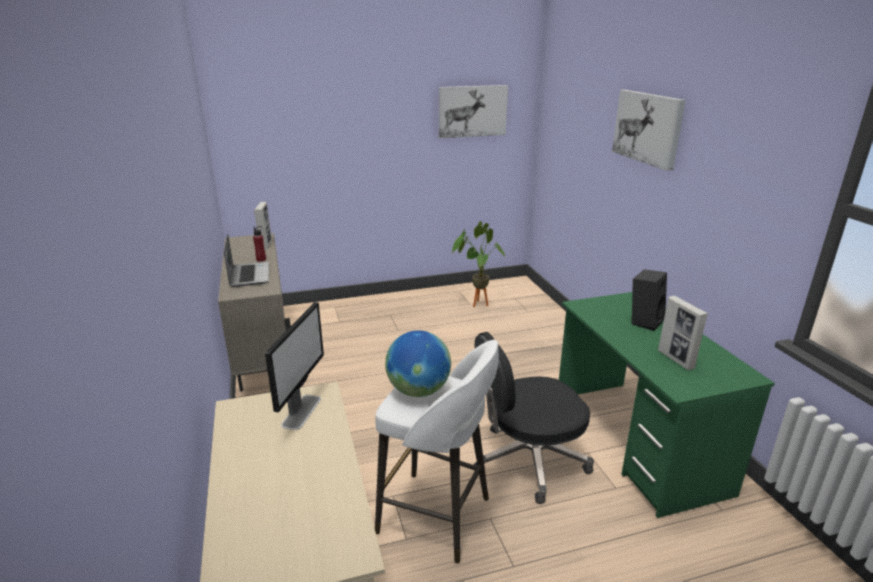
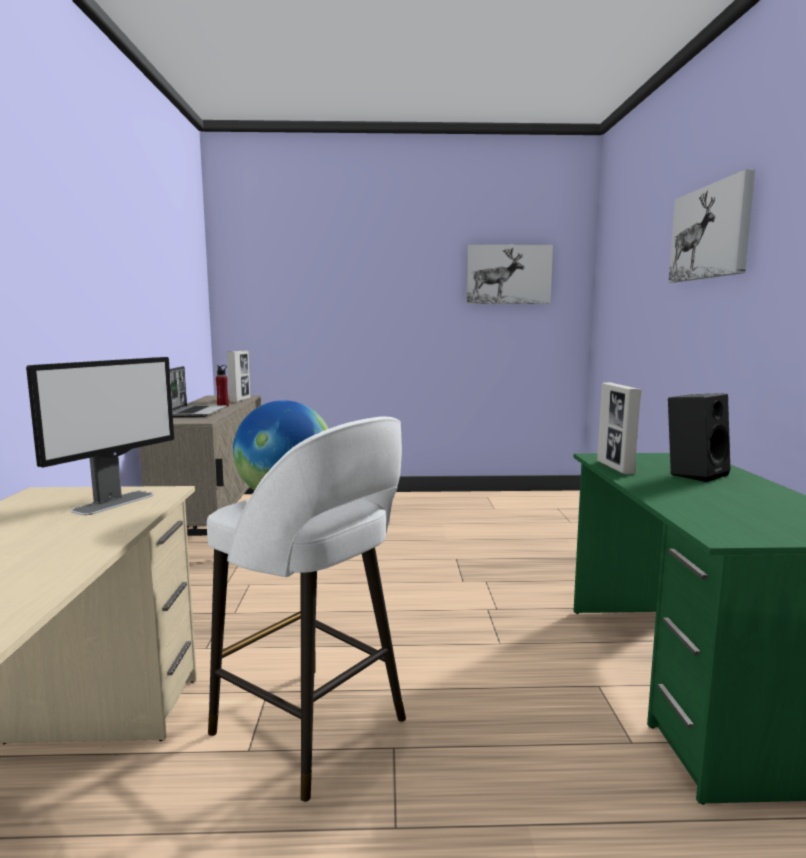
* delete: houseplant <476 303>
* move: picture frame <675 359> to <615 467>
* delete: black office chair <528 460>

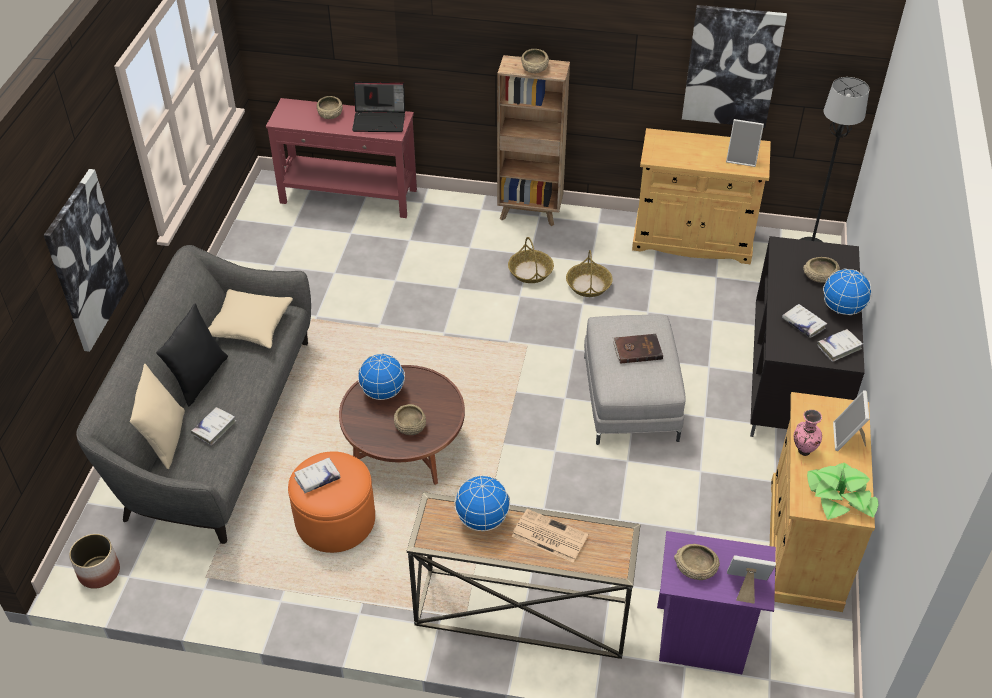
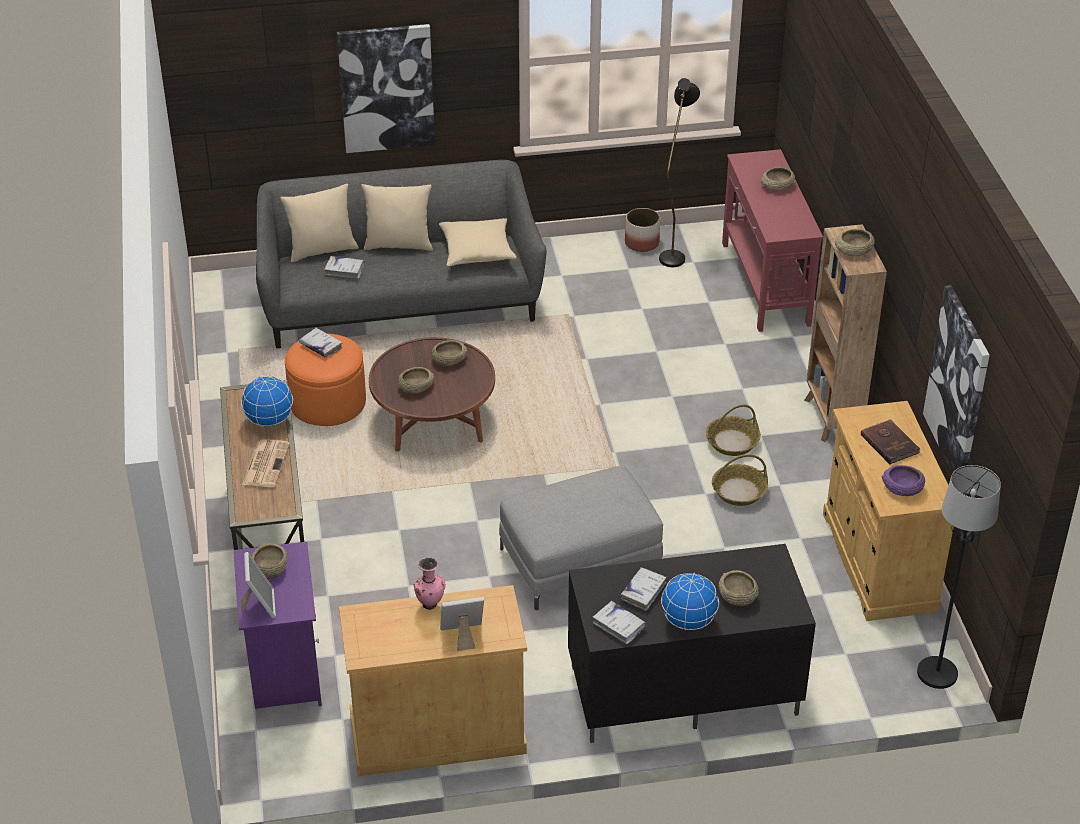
* delete: notebook computer <380 120>
* replace: picture frame <742 158> to purple-coloured serving bowl <902 488>
* recolor: black throw pillow <199 378> to sand-coloured throw pillow <398 244>
* move: brownish volume <637 349> to <890 443>
* replace: world globe <383 392> to sand-coloured serving bowl <449 359>
* delete: houseplant <840 497>
* move: planter <99 571> to <642 243>
* insert: black floor lamp <673 253>

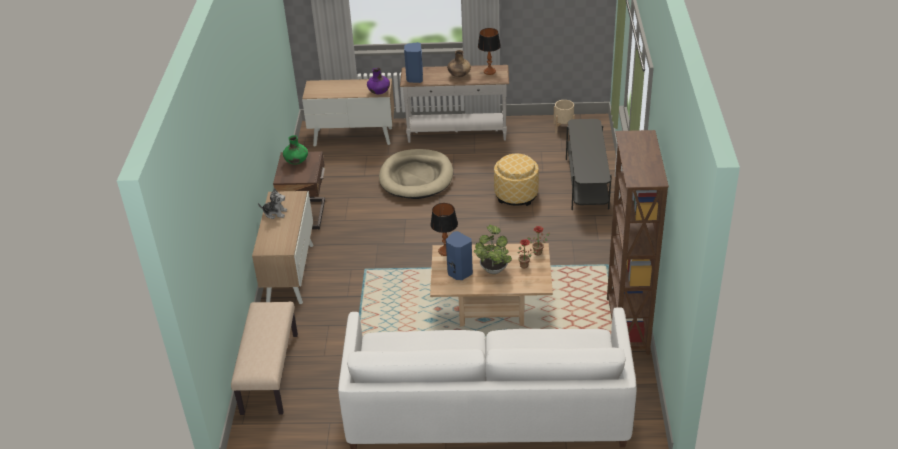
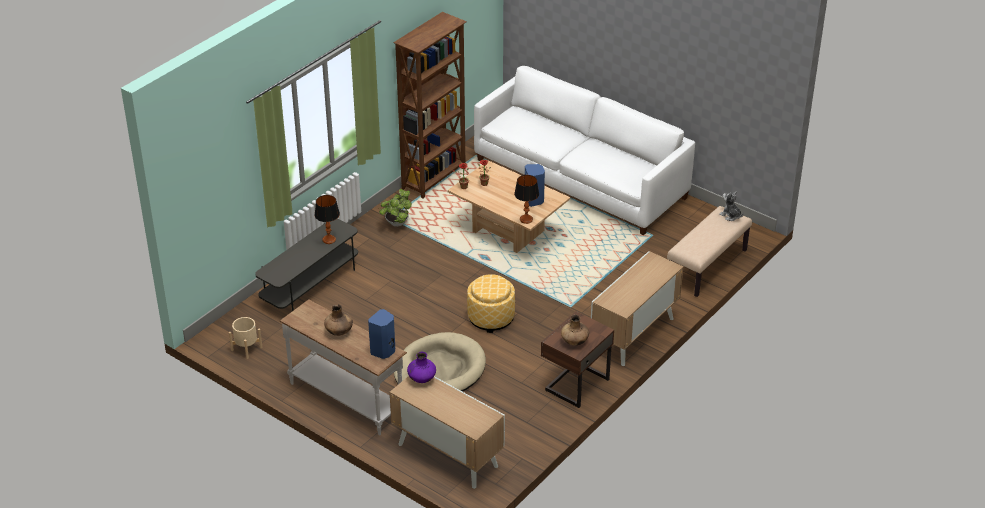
* move: tabletop lamp <489 71> to <329 240>
* recolor: green-coloured vase <296 162> to brownish vase <574 341>
* move: pouffe <516 194> to <491 318>
* move: soft toy <275 213> to <730 216>
* move: houseplant <493 268> to <396 224>

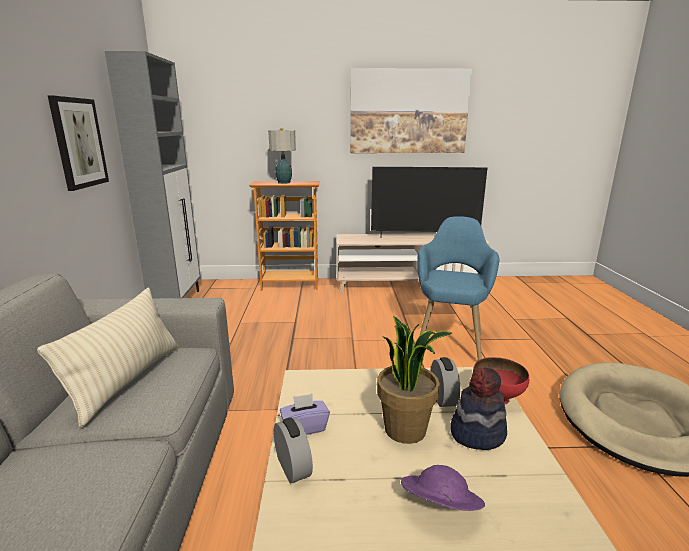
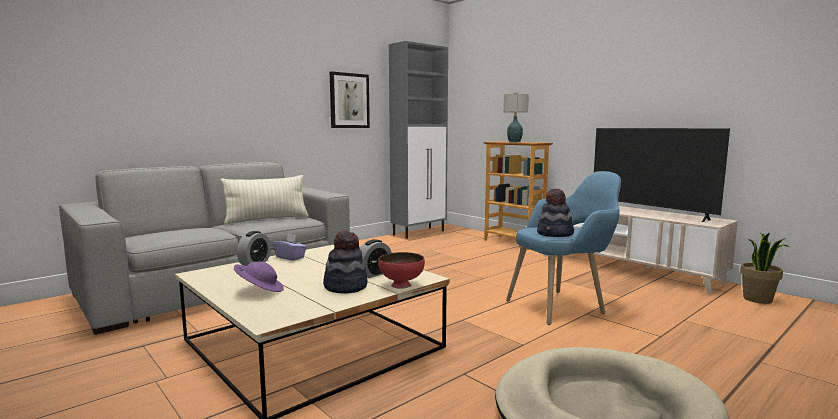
* delete: picture <408 112>
* move: houseplant <406 429> to <758 299>
* insert: hat <555 234>

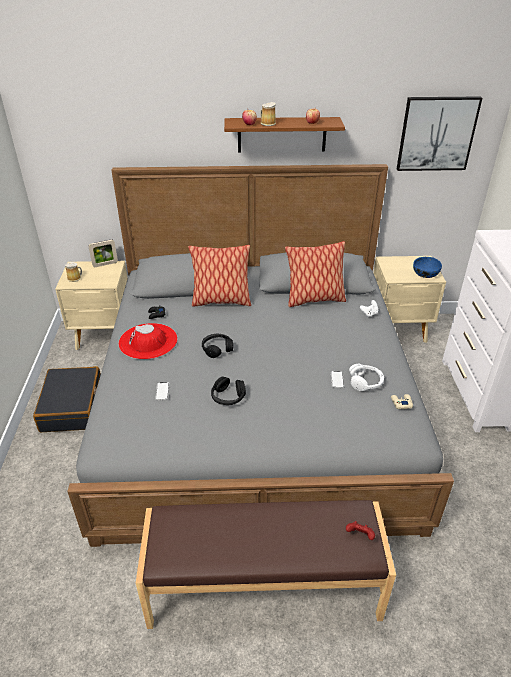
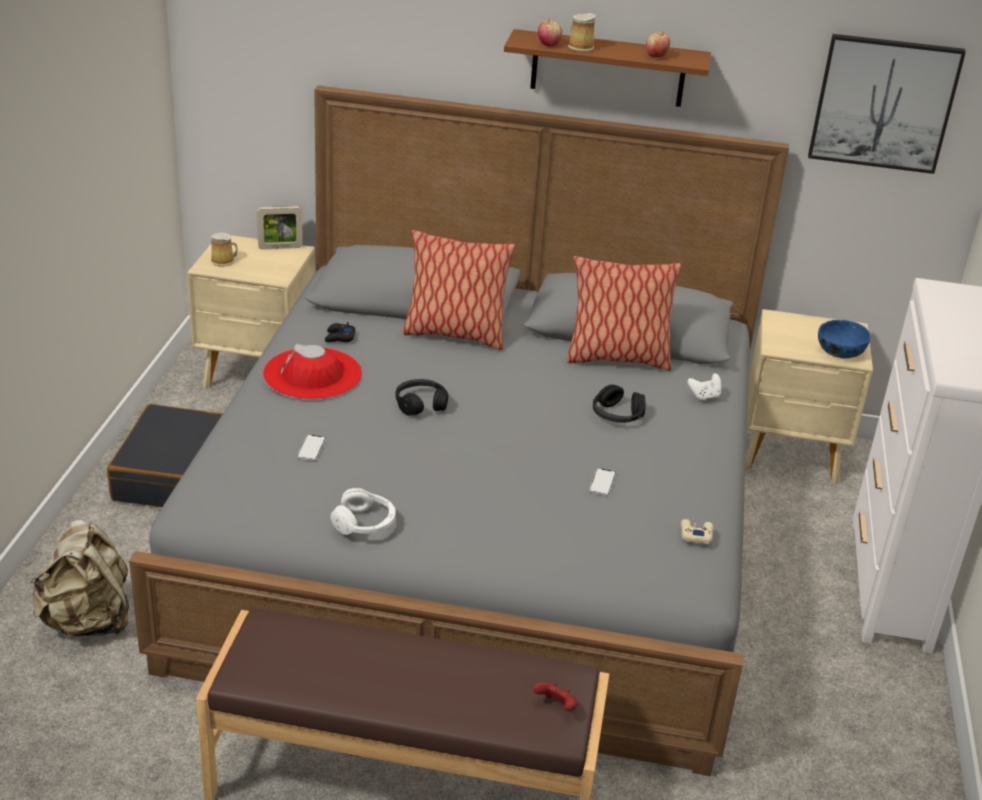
* move: white-coloured headphones <365 382> to <364 523>
* move: black headphones <228 397> to <617 415>
* insert: sand-coloured knapsack <88 621>

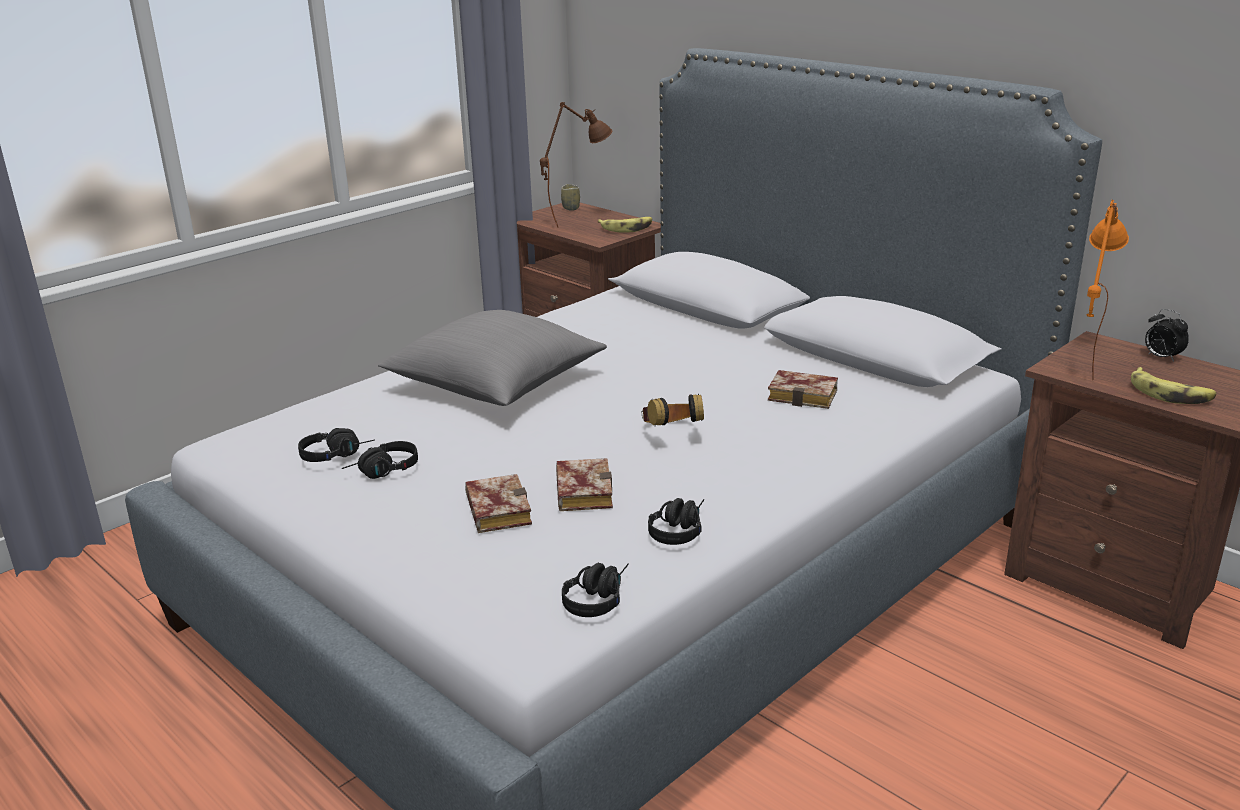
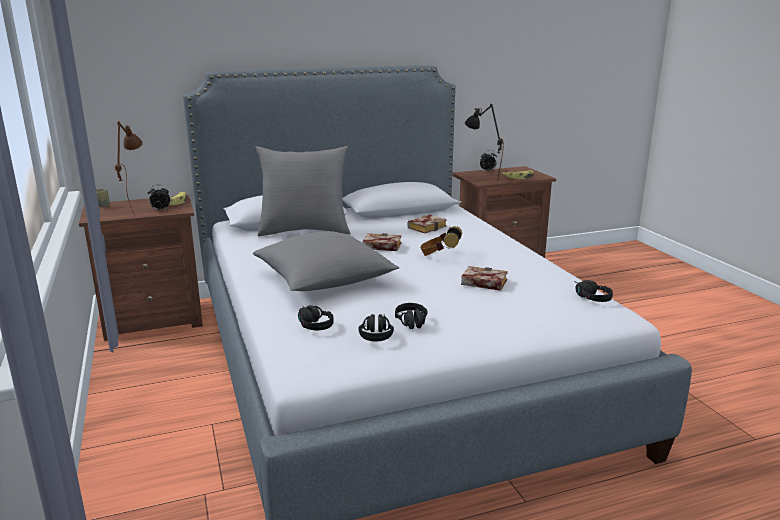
* recolor: orange tabletop lamp <1083 363> to black tabletop lamp <481 179>
* move: volume <495 510> to <380 246>
* move: black headphones <679 529> to <312 324>
* insert: greyish throw pillow <304 231>
* insert: alarm clock <160 210>

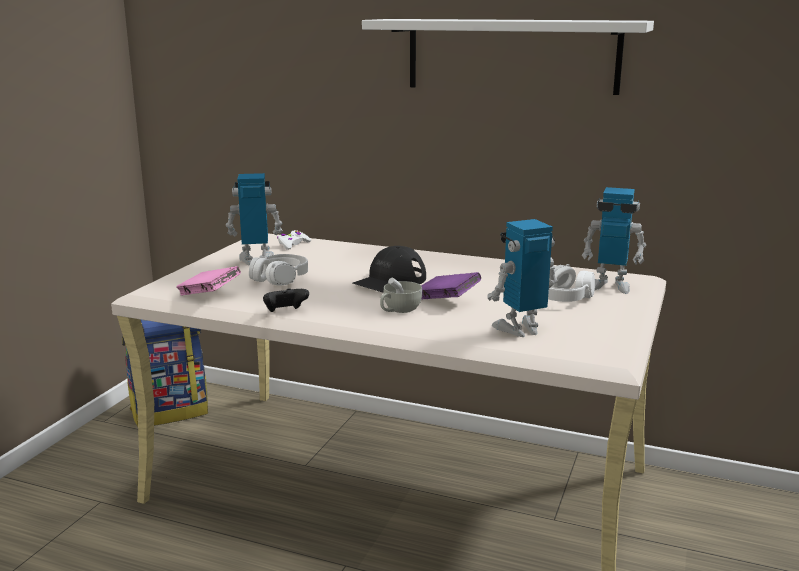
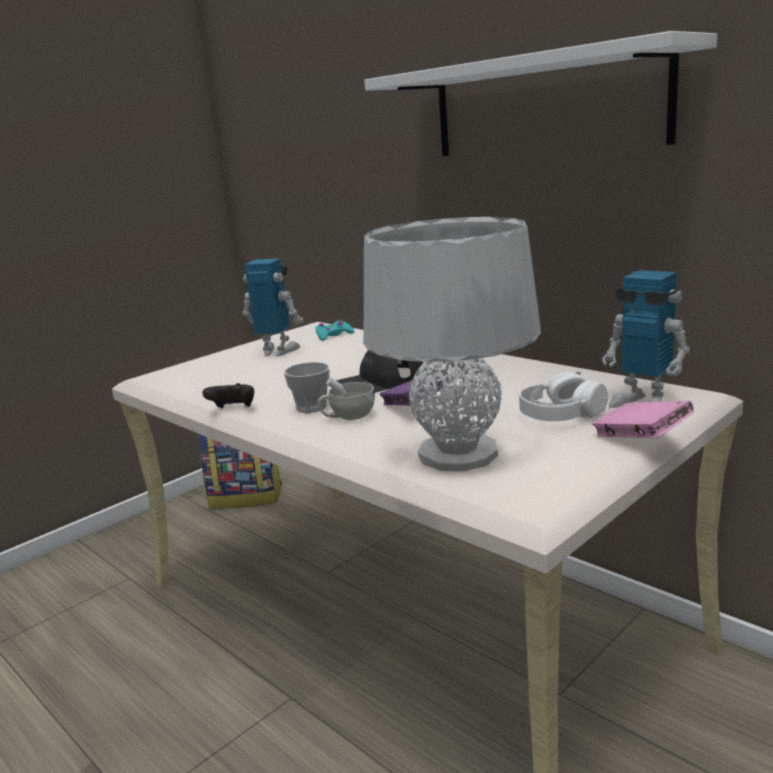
* replace: model robot <520 330> to greyish tabletop lamp <457 454>
* recolor: white-coloured joypad <293 244> to turquoise-coloured joypad <333 335>
* delete: white-coloured headphones <280 279>
* move: pink-coloured volume <209 295> to <641 439>
* insert: drinking cup <311 407>

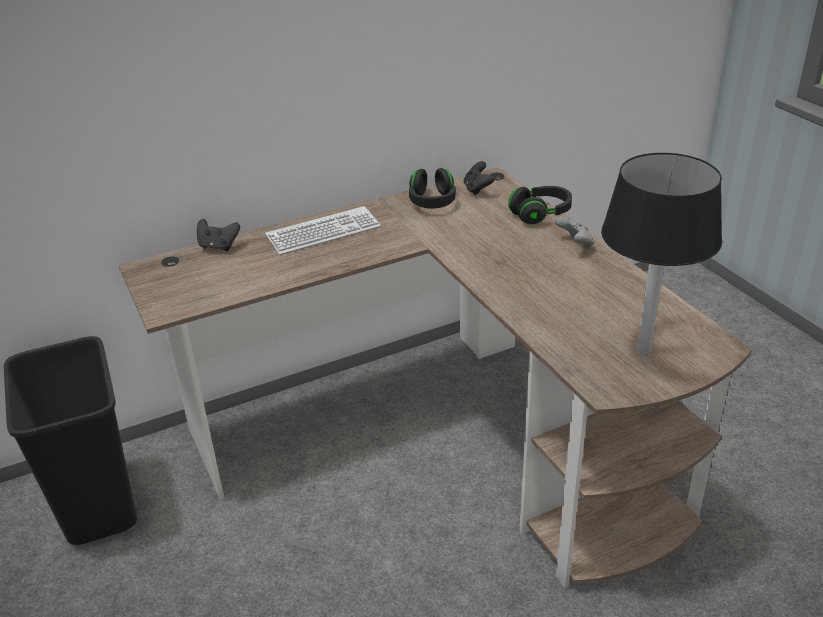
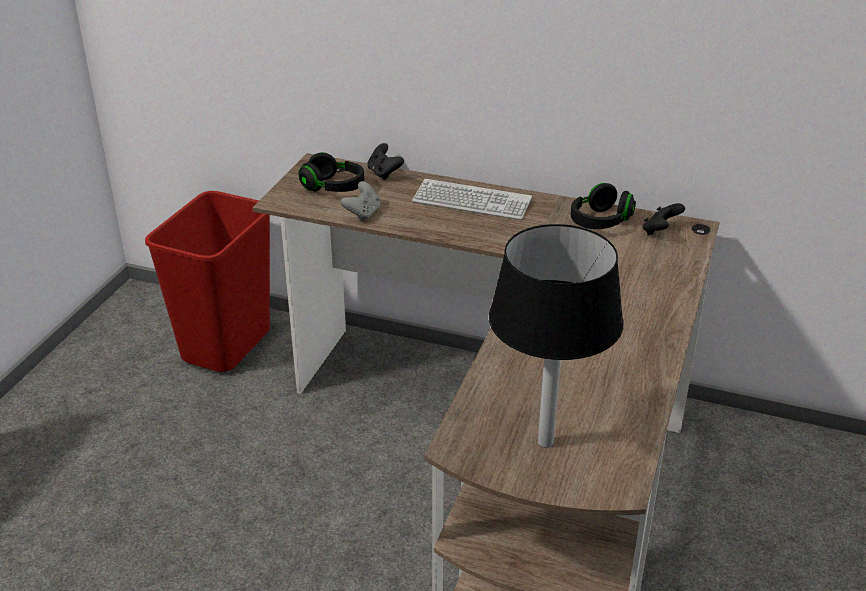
* move: black headphones <540 214> to <333 188>
* move: greyish joypad <575 245> to <363 214>
* recolor: black trash can <97 506> to reddish trash can <226 345>

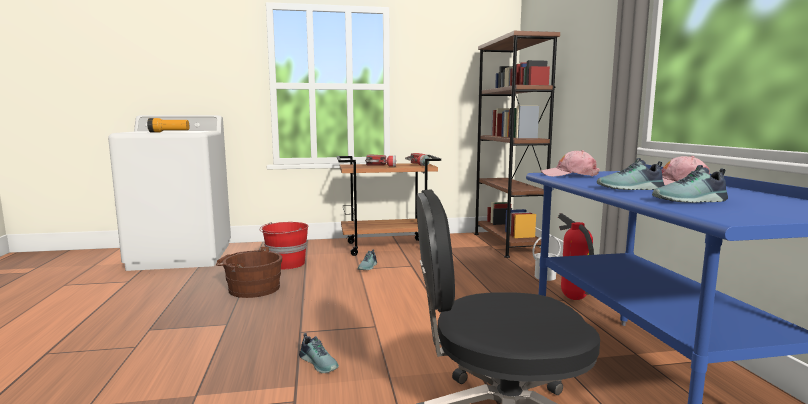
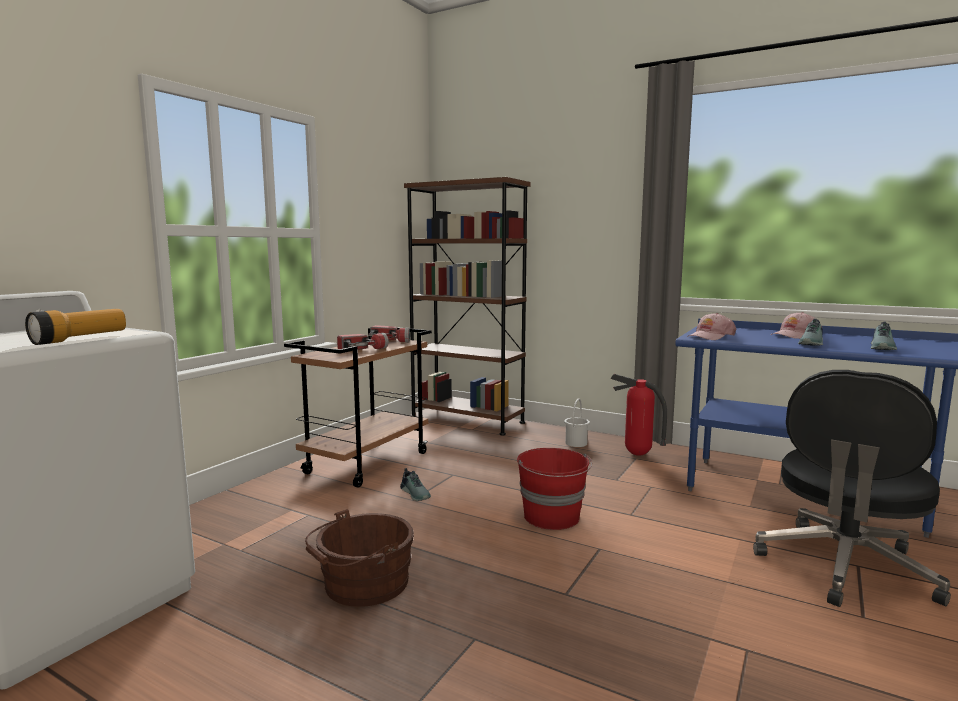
* move: reddish bucket <286 264> to <552 517>
* delete: shoe <319 363>

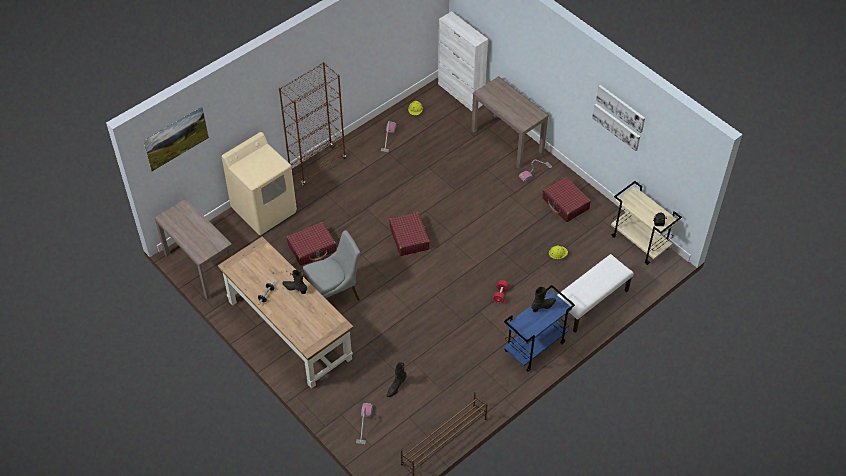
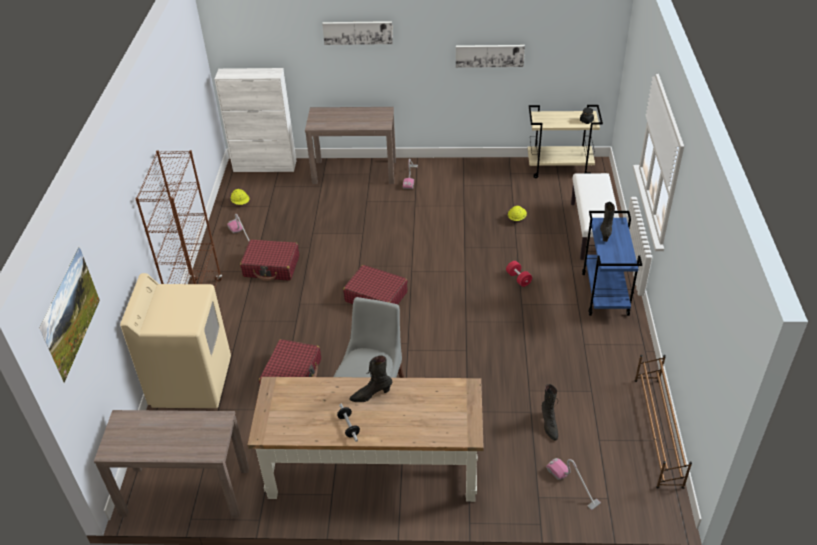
* move: picture <621 108> to <358 32>
* move: reddish travel case <565 204> to <271 266>

